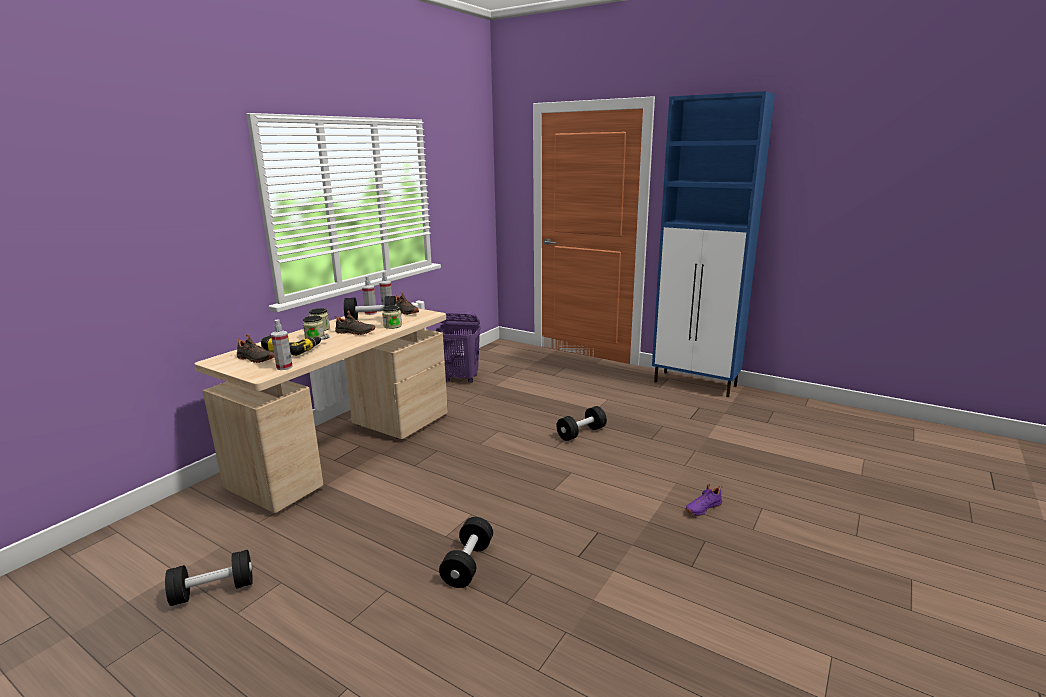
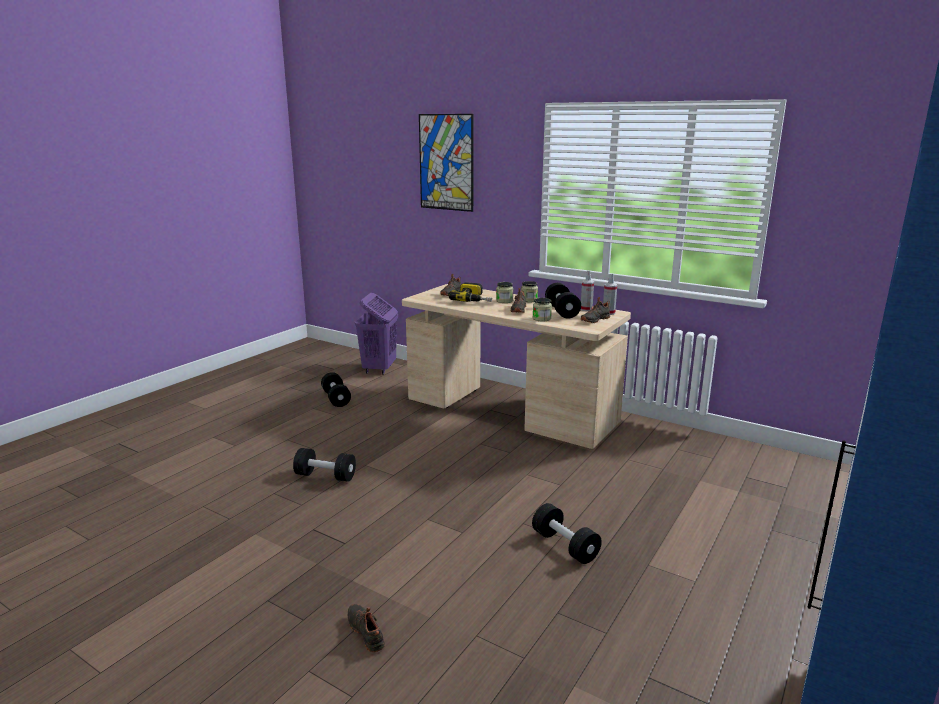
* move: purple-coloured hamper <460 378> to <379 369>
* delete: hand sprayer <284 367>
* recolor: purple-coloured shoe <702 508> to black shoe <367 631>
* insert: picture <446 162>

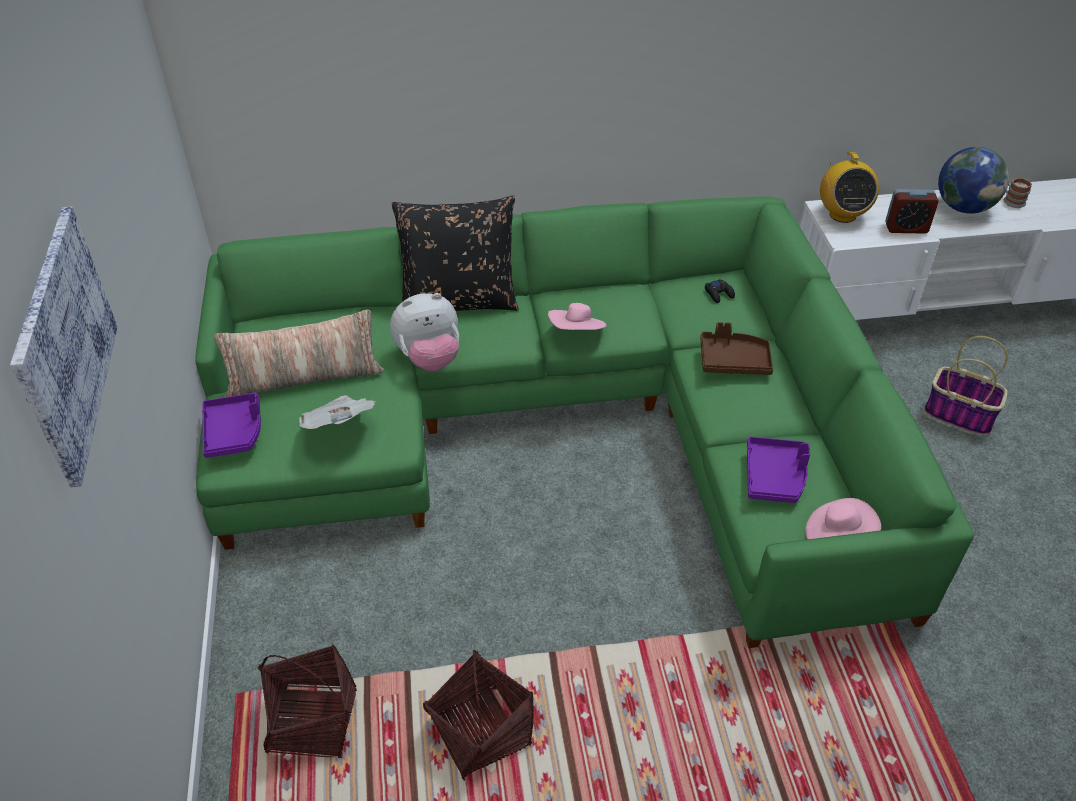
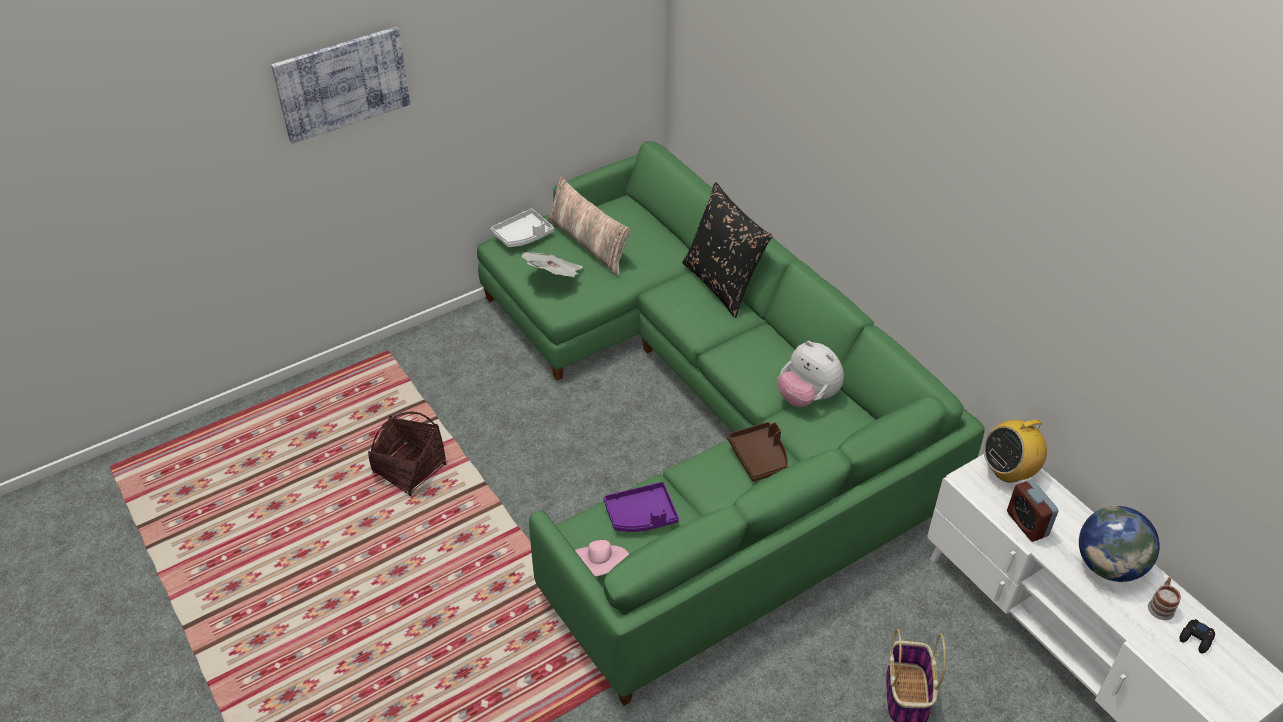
* move: black joypad <719 294> to <1196 638>
* move: soft toy <429 359> to <807 397>
* delete: pink-coloured hat <577 332>
* recolor: purple-coloured tray <234 432> to white-coloured tray <523 235>
* delete: household basket <312 721>

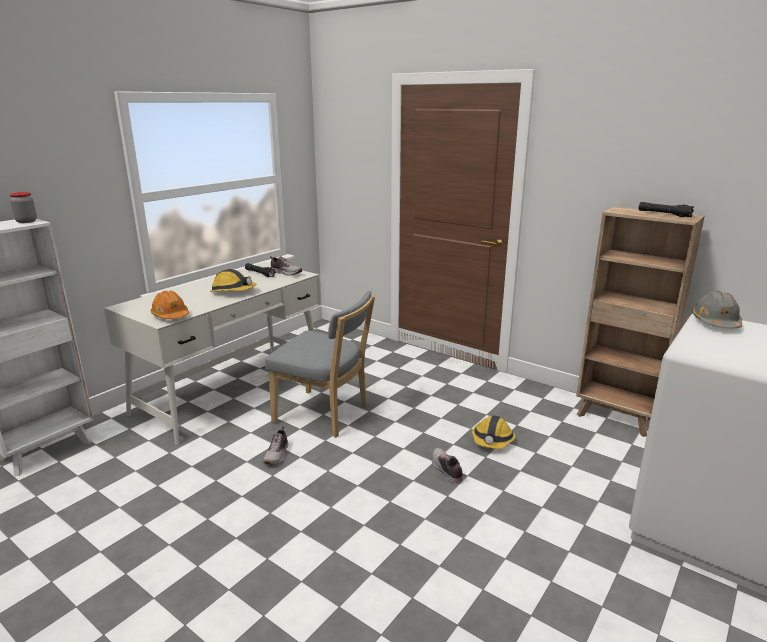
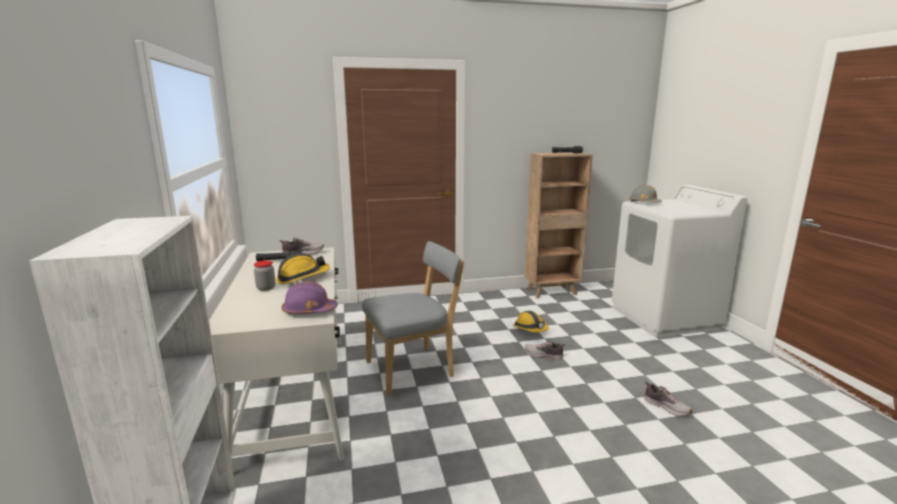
* move: storage jar <26 221> to <266 288>
* recolor: orange work helmet <170 315> to purple-coloured work helmet <309 311>
* move: shoe <277 455> to <666 407>

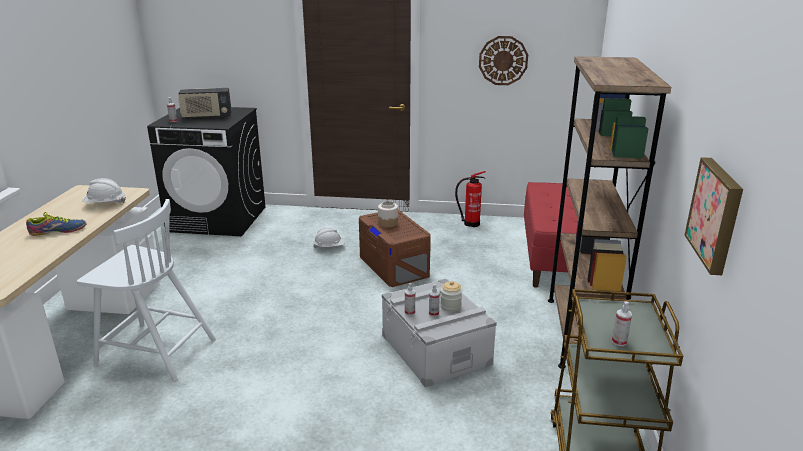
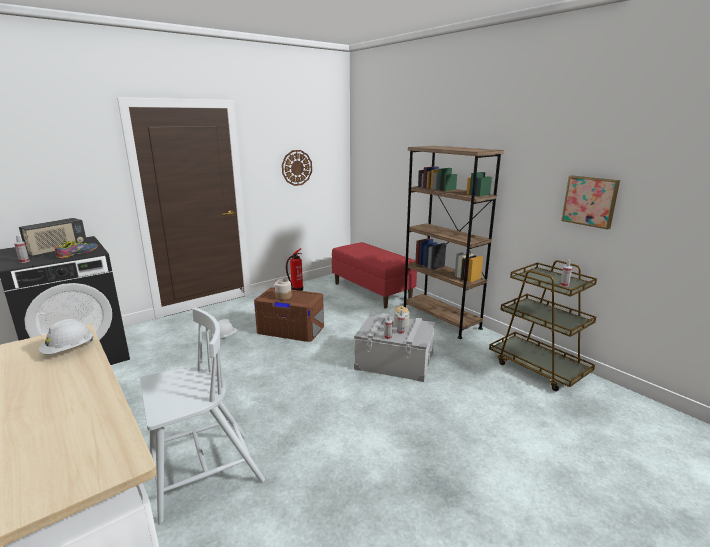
* move: shoe <58 231> to <77 253>

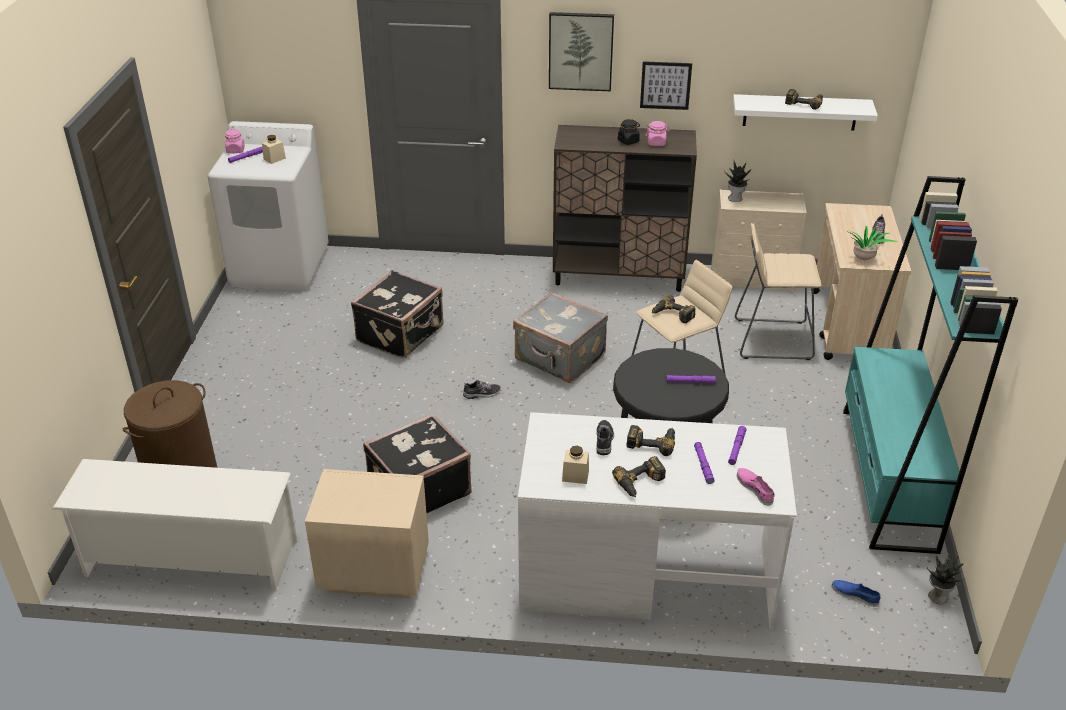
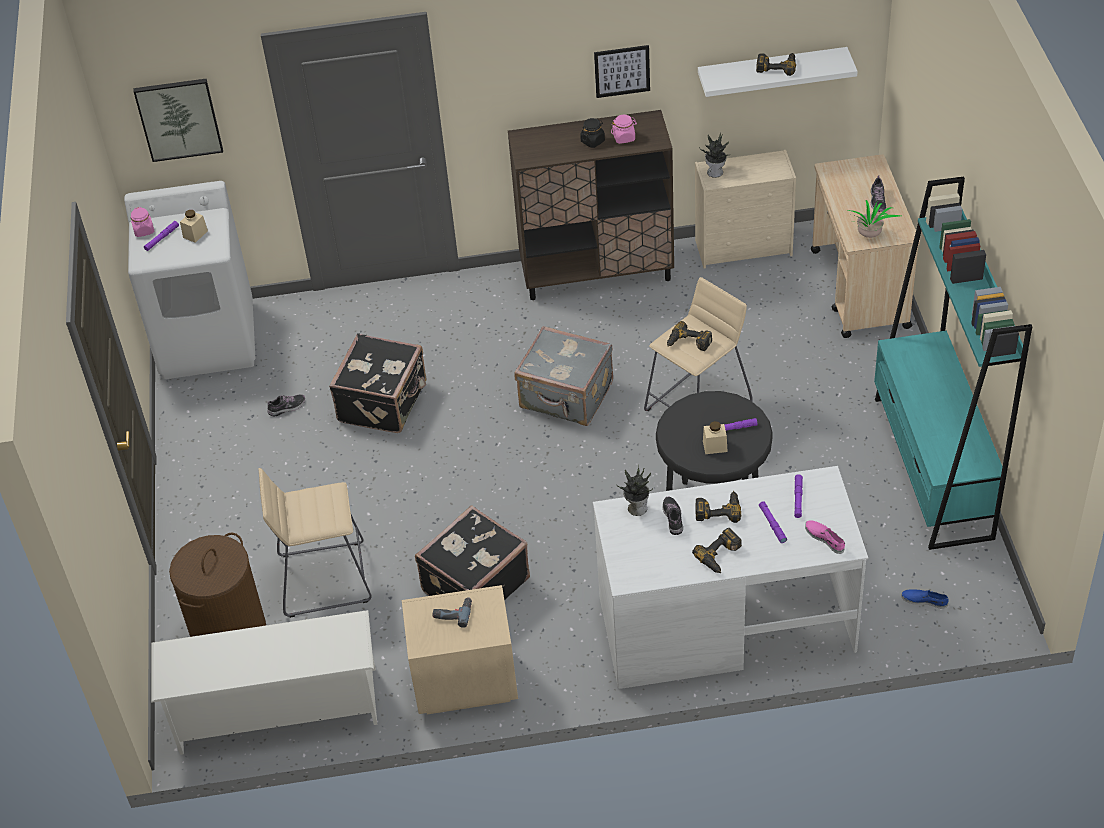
* move: picture <580 51> to <179 119>
* move: sand-coloured sitting stool <772 339> to <324 579>
* move: shoe <482 394> to <287 407>
* move: sand-coloured storage jar <575 476> to <715 446>
* move: houseplant <937 596> to <636 507>
* insert: drill <453 612>

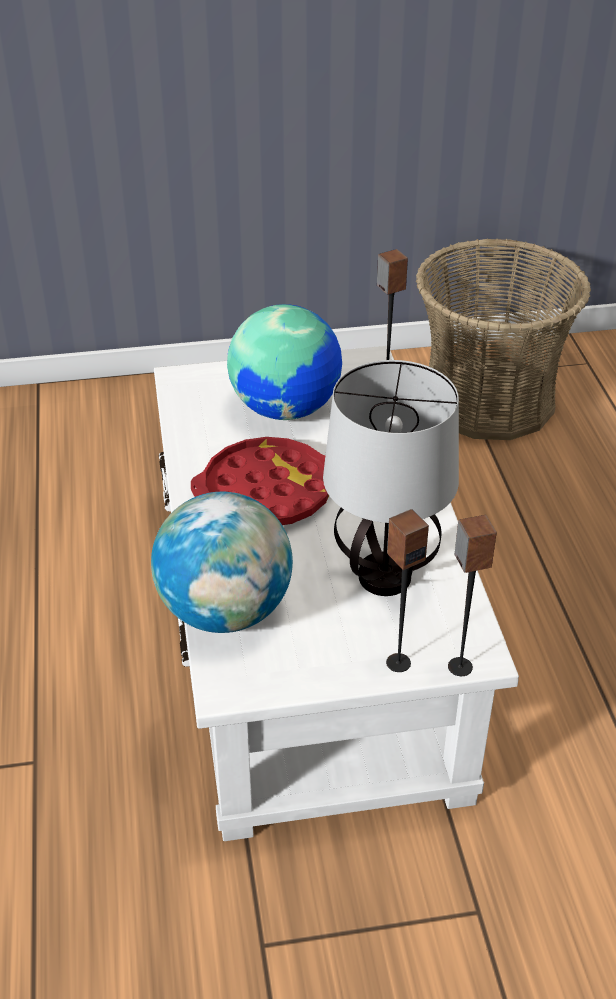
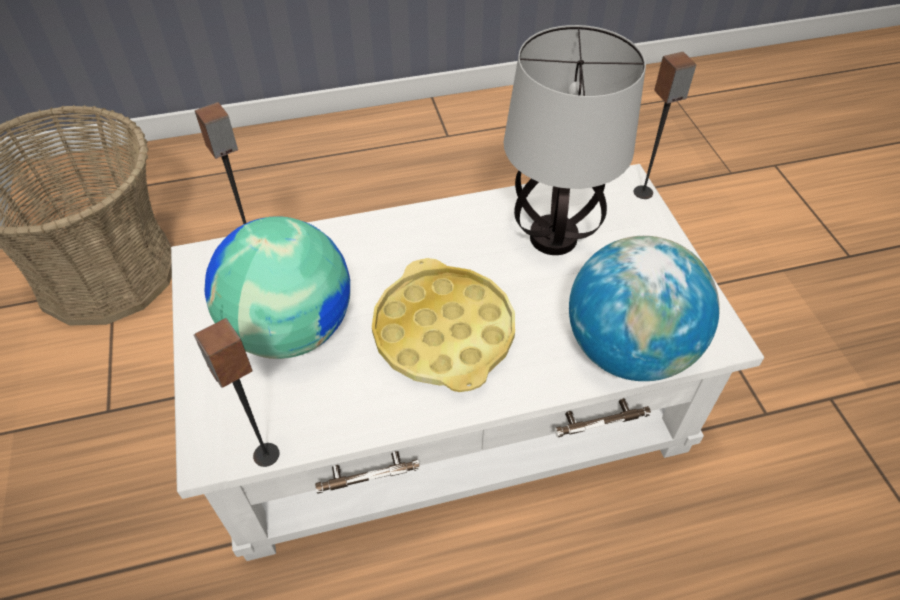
* recolor: reddish tray <267 492> to yellow-coloured tray <443 333>
* move: audio speaker <398 662> to <265 455>

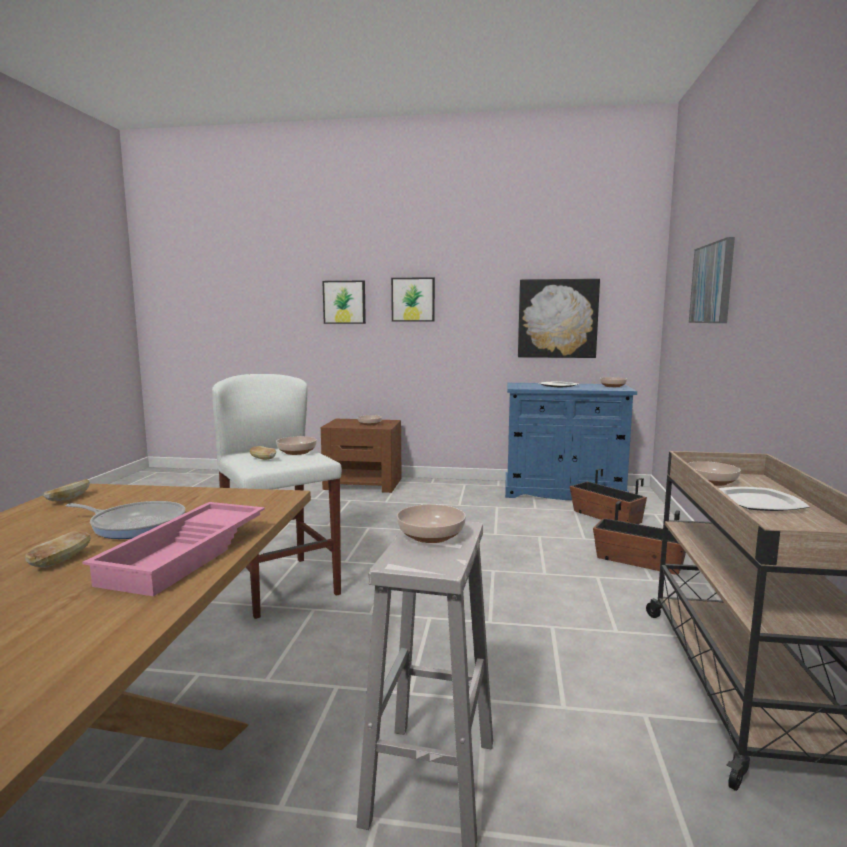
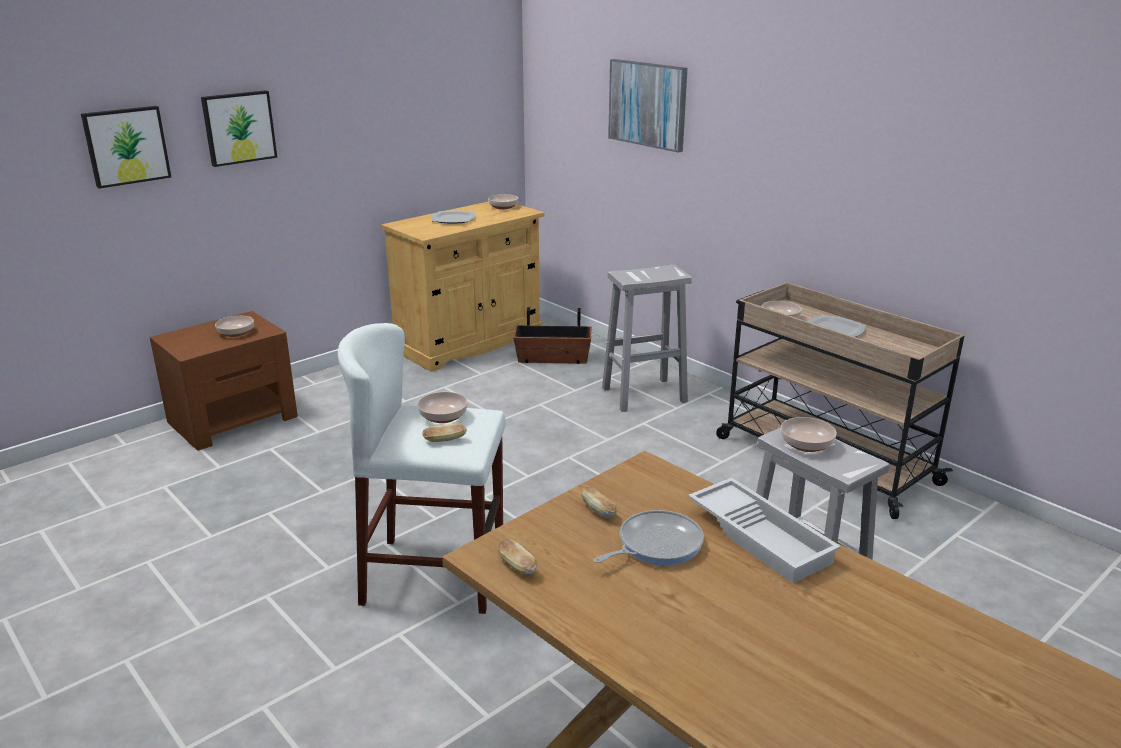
* delete: picture <557 318>
* recolor: blue-coloured cabinet <563 492> to sand-coloured cabinet <469 342>
* replace: planter <639 561> to white-coloured sitting stool <645 394>
* recolor: pink-coloured tray <187 555> to white-coloured tray <762 536>
* move: bread <61 561> to <598 510>

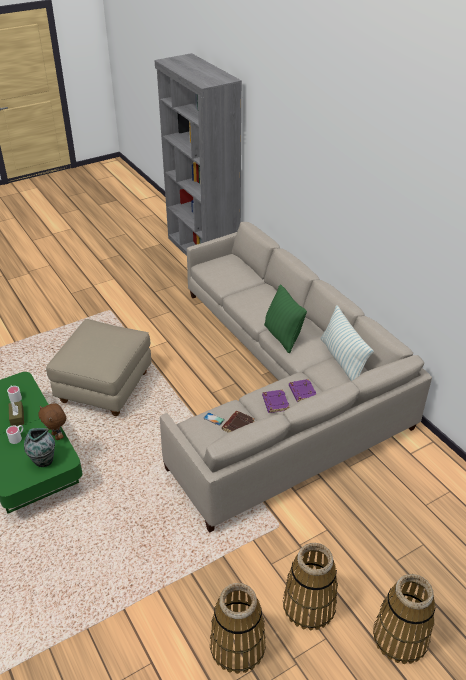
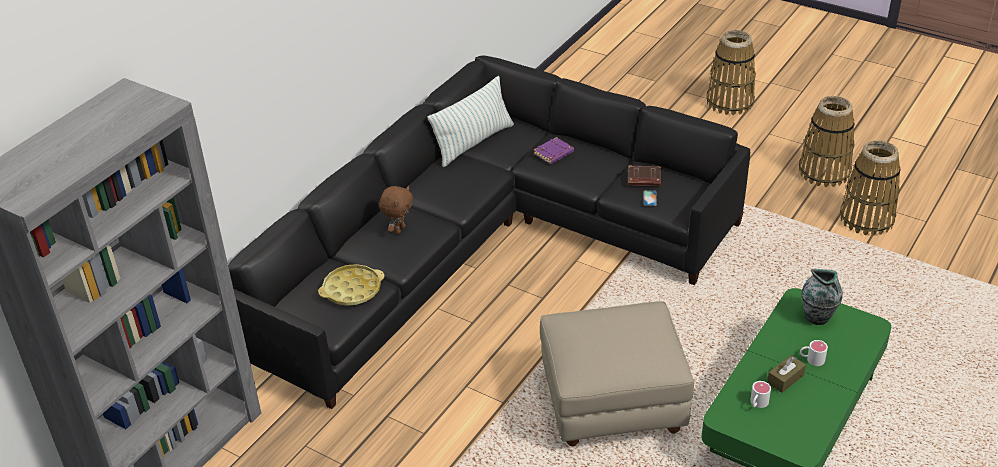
* recolor: sand-coloured couch <280 386> to black couch <486 246>
* delete: green-coloured throw pillow <282 337>
* delete: purple-coloured volume <275 403>
* move: brownish soft toy <57 436> to <398 230>
* move: household basket <308 605> to <867 219>
* insert: yellow-coloured tray <352 289>

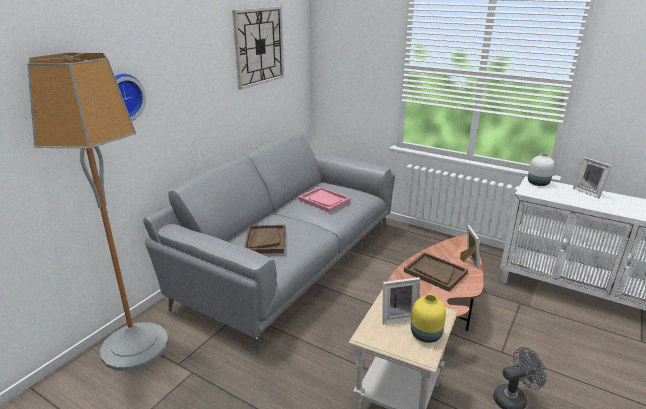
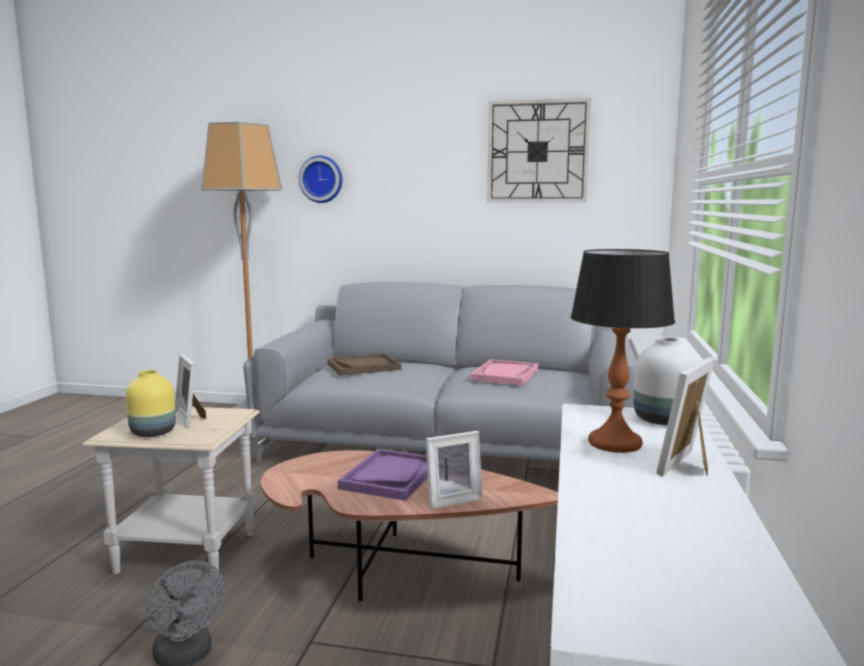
* recolor: brownish tray <435 272> to purple-coloured tray <390 476>
* insert: tabletop lamp <615 443>

